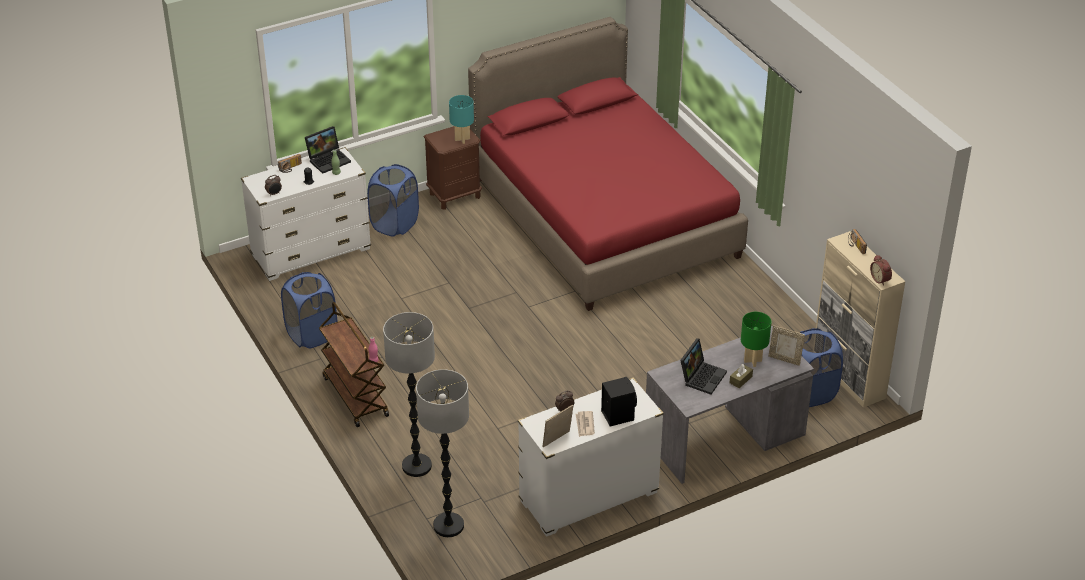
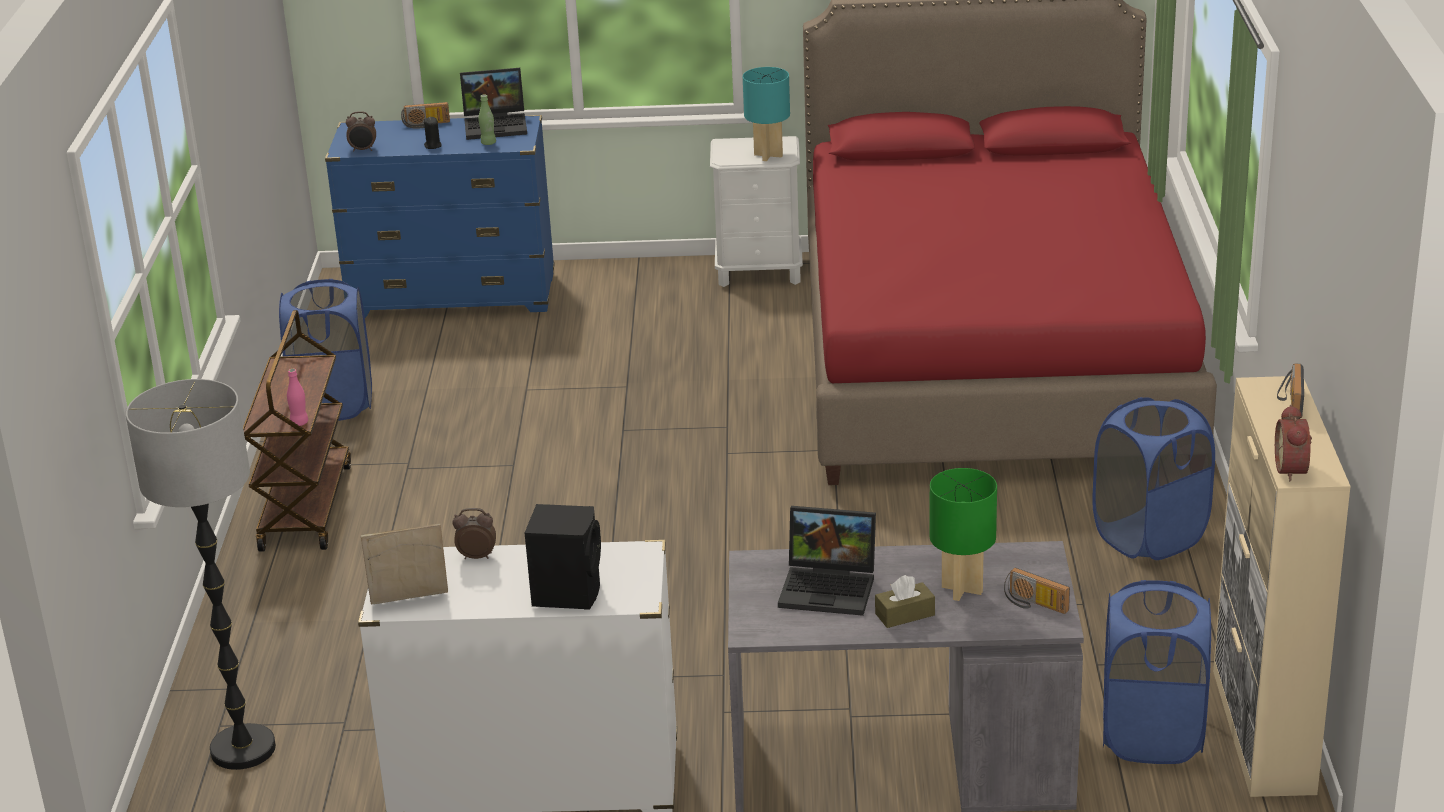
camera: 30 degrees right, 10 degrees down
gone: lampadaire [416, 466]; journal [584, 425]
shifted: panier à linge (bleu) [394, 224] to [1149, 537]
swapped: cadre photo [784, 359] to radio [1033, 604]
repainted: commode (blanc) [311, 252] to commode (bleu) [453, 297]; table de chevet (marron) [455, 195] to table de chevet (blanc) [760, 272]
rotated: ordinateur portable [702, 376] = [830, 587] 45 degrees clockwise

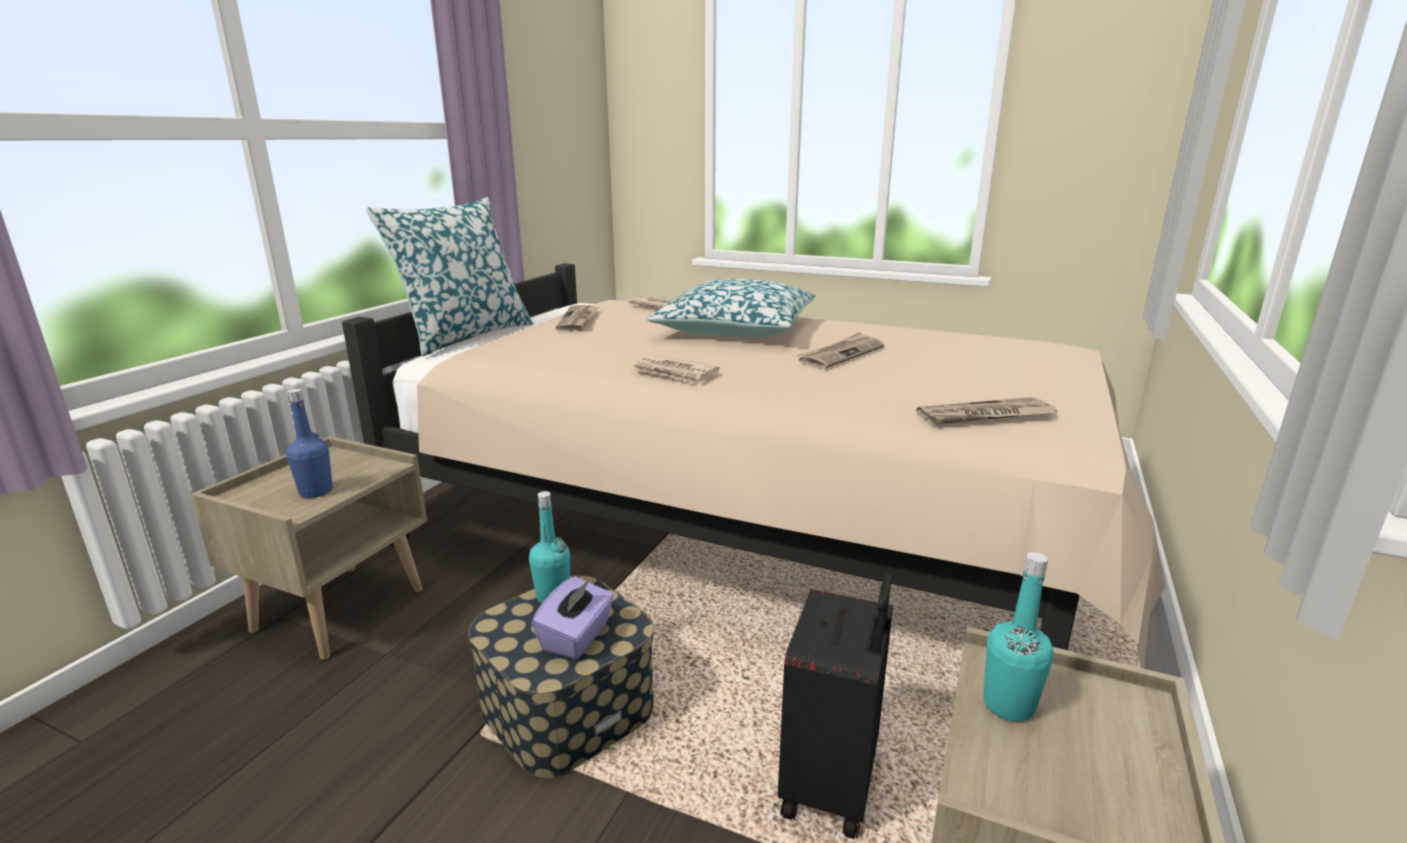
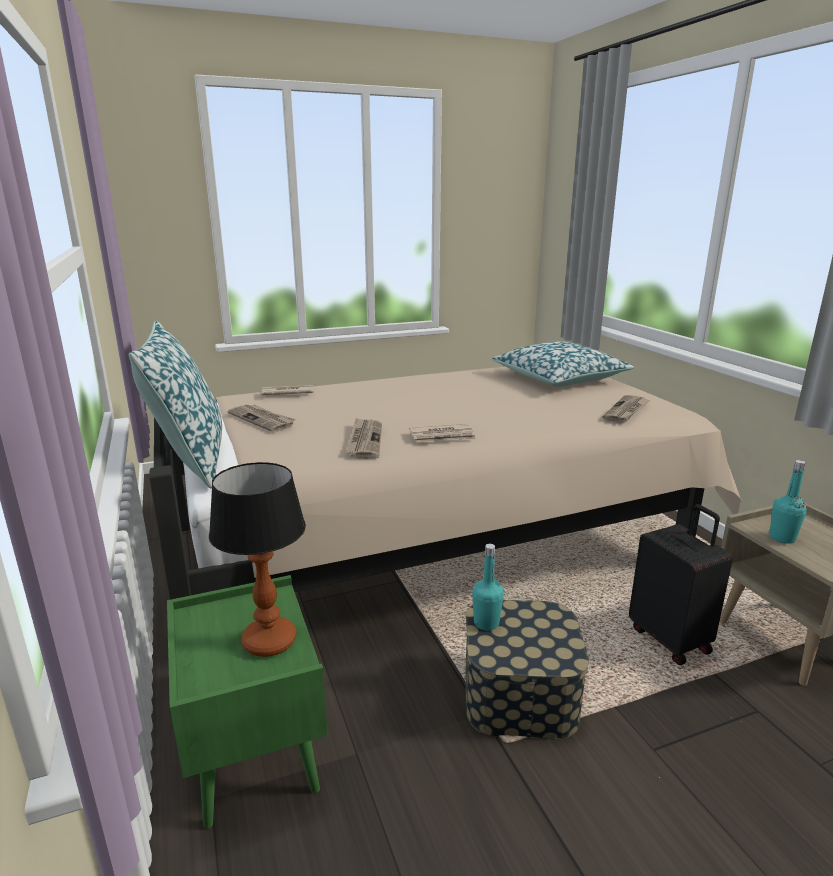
camera: 45 degrees left, 0 degrees up
gone: boîte à mouchoirs (violet) [577, 637]
shifted: journal [841, 354] to [364, 440]; coussin [735, 328] to [559, 378]
swapped: bouteille (bleu) [316, 491] to lampe de table [268, 642]
repainted: table de chevet (beige) [339, 608] to table de chevet (vert) [253, 756]

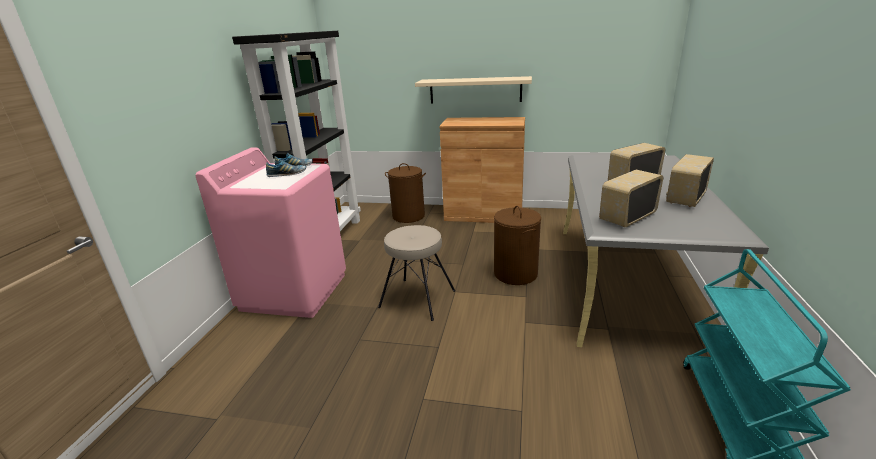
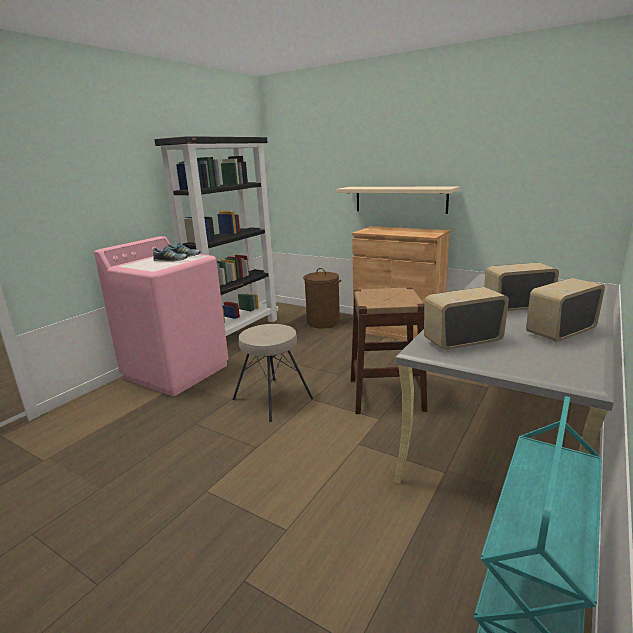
camera: 20 degrees right, 5 degrees down
swapped: panier à linge (marron) [515, 273] to tabouret (marron) [385, 394]

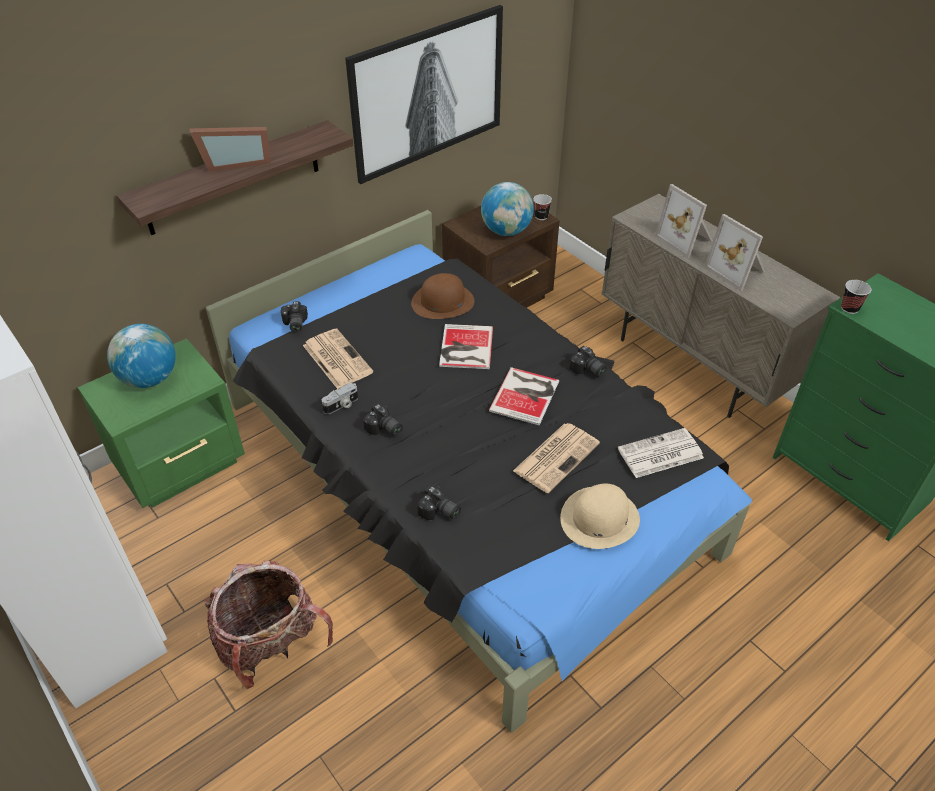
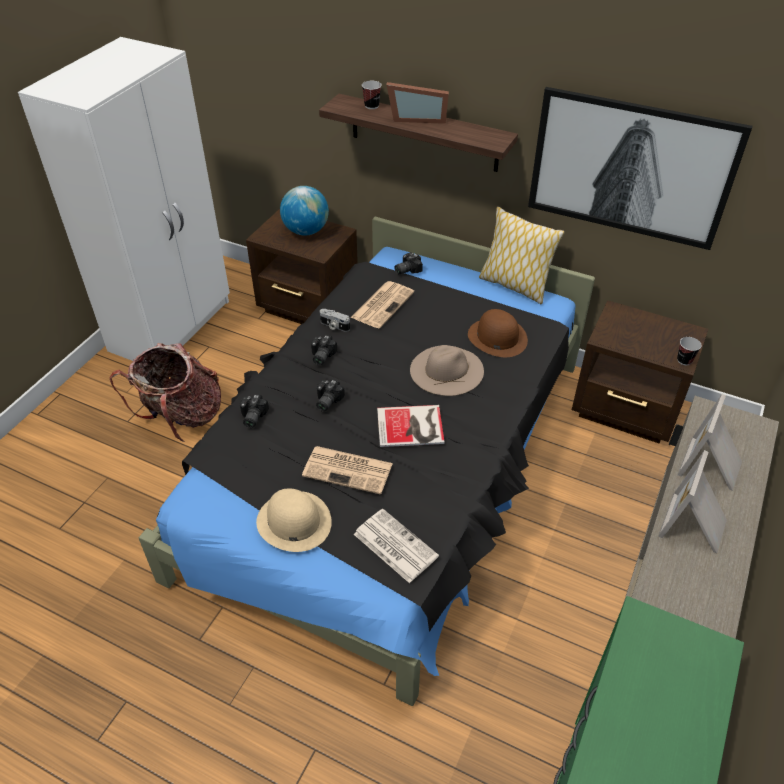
camera: 65 degrees right, 0 degrees up
gone: globe [506, 231]
new: coussin [514, 285]
shifted: appareil photo [587, 370] to [326, 401]; tasse [849, 308] to [372, 106]
swapped: livre [465, 348] to chapeau (beige) [446, 370]
repainted: table de chevet (vert) [183, 464] to table de chevet (marron) [309, 308]
rotated: cadre photo [235, 163] = [417, 118] 45 degrees counterclockwise

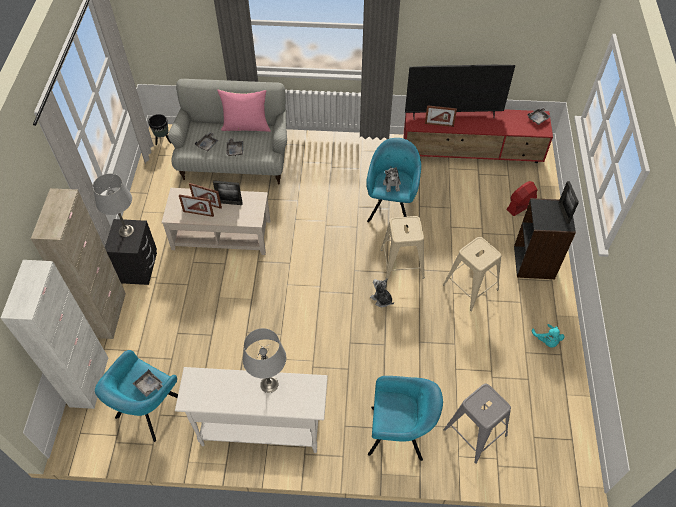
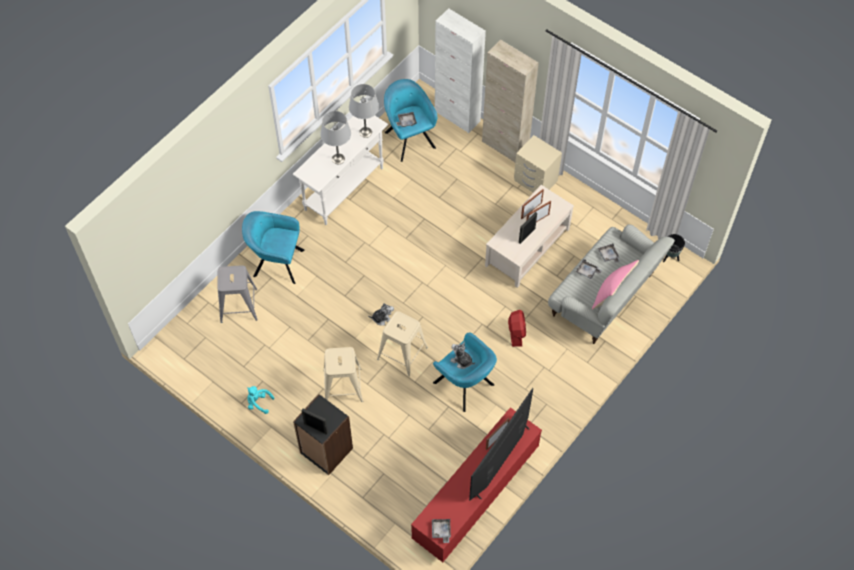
camera: 125 degrees right, 5 degrees up
shifted: lampe de table (gris) [126, 231] to [365, 132]; ventilateur (rouge) [520, 206] to [516, 332]
repainted: table de chevet (noir) [138, 268] to table de chevet (beige) [535, 181]
rotated: fauteuil (turquoise) [399, 433] = [276, 262] 60 degrees clockwise

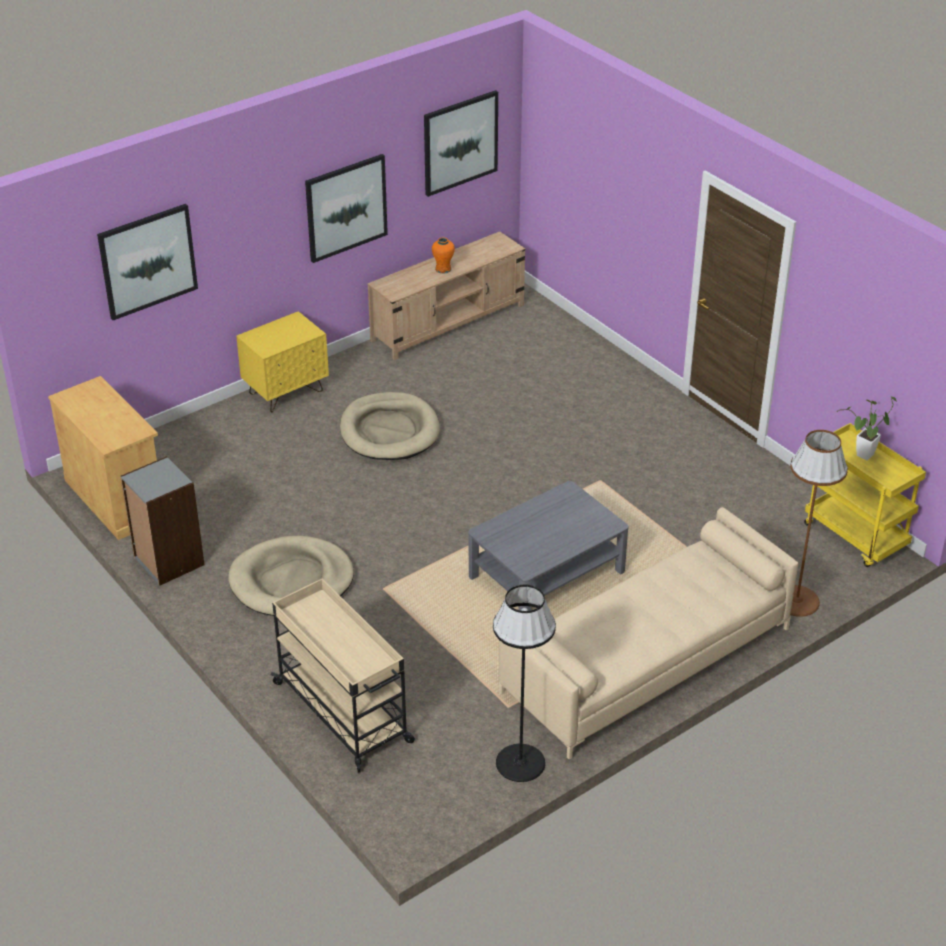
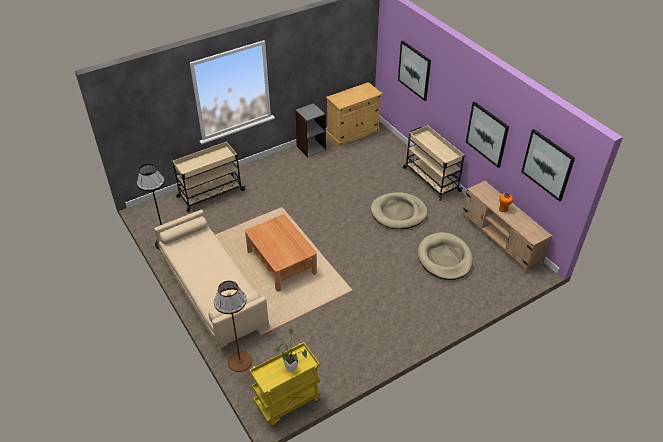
camera: 95 degrees right, 5 degrees up
shifted: panier pour chien (beige) [291, 581] to [444, 258]
swapped: table de chevet (jaune) [286, 392] to chariot (beige) [430, 179]
repainted: table basse (gris) [546, 574] to table basse (marron) [281, 262]

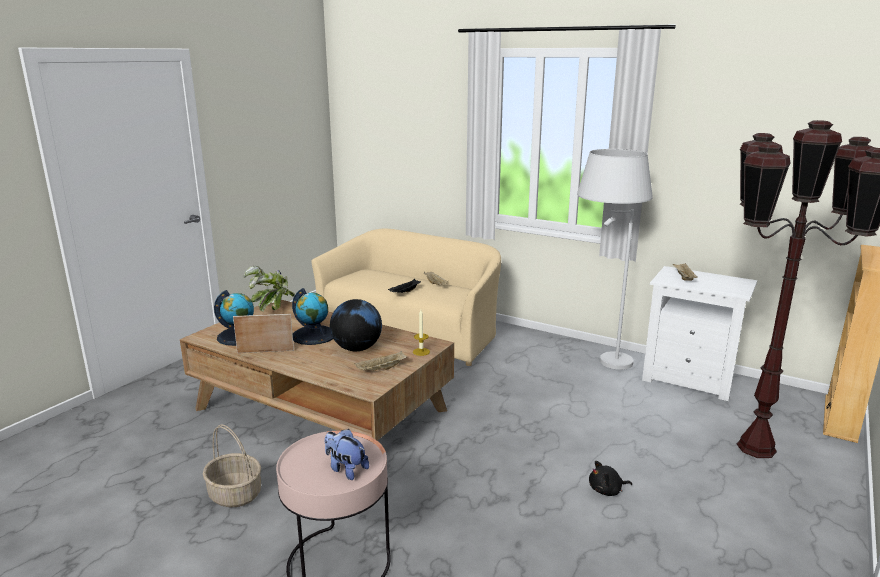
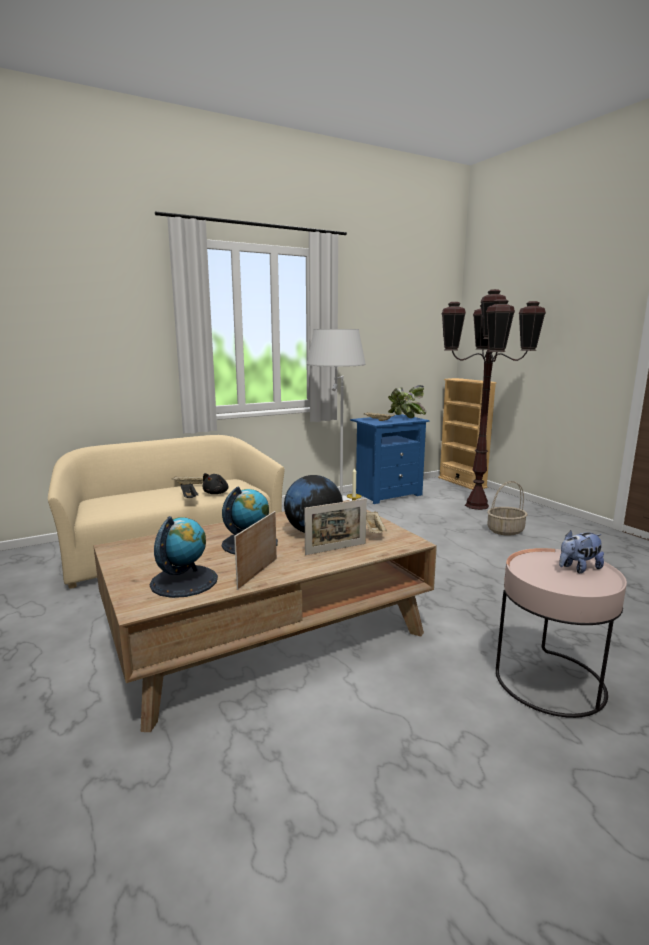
camera: 60 degrees left, 5 degrees down
new: cadre photo [336, 549]
shifted: peluche (noir) [607, 490] to [216, 493]; plante en pot [272, 307] to [405, 418]; panier [236, 494] to [505, 530]
repainted: table de chevet (blanc) [690, 379] to table de chevet (bleu) [387, 494]

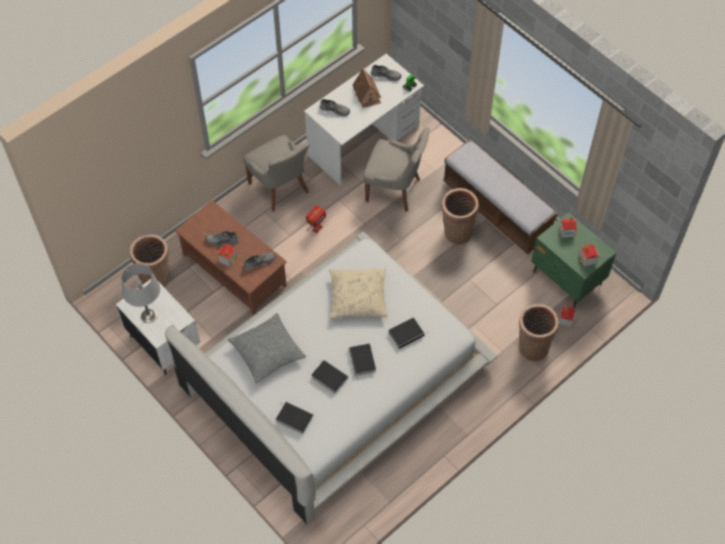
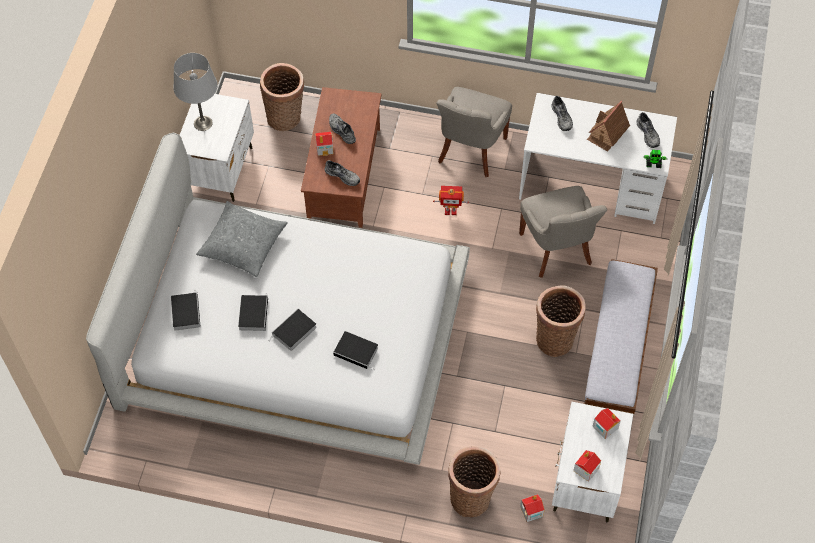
camera: 55 degrees right, 0 degrees up
gone: coussin (beige) [358, 297]
repainted: table de chevet (vert) [567, 279] to table de chevet (blanc) [585, 482]

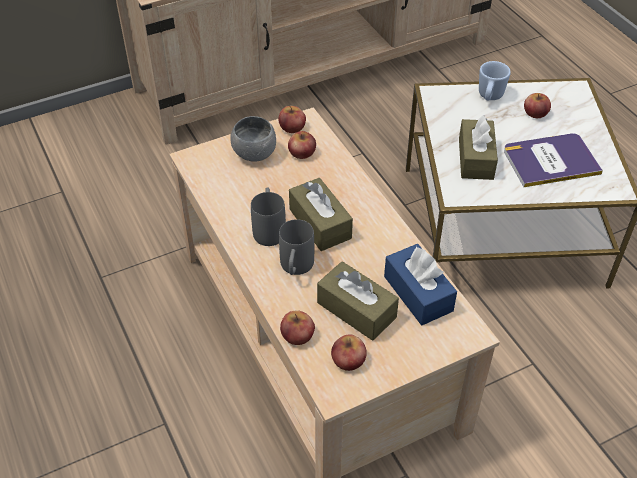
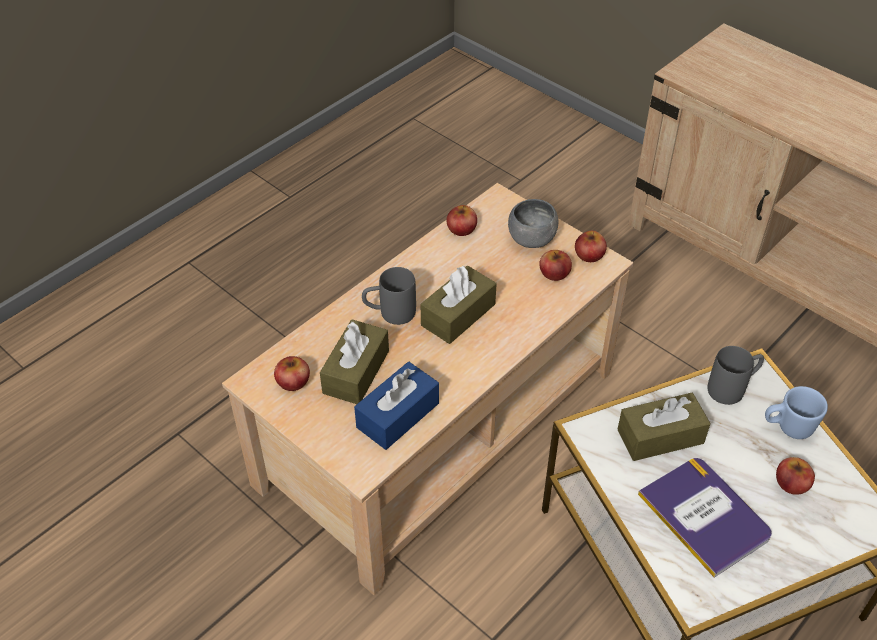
camera: 70 degrees right, 0 degrees up
shifted: pomme [297, 335] to [461, 229]; mug (gris) [269, 228] to [733, 388]

